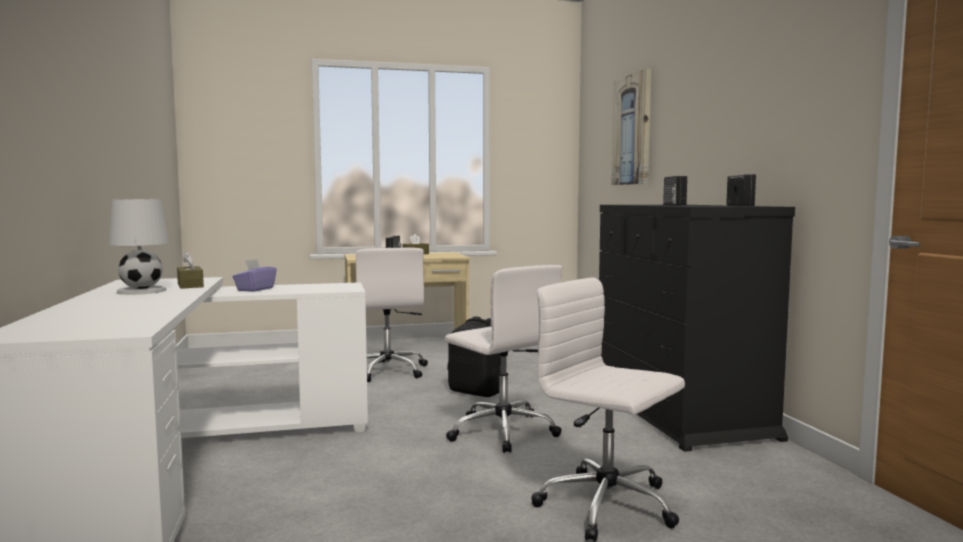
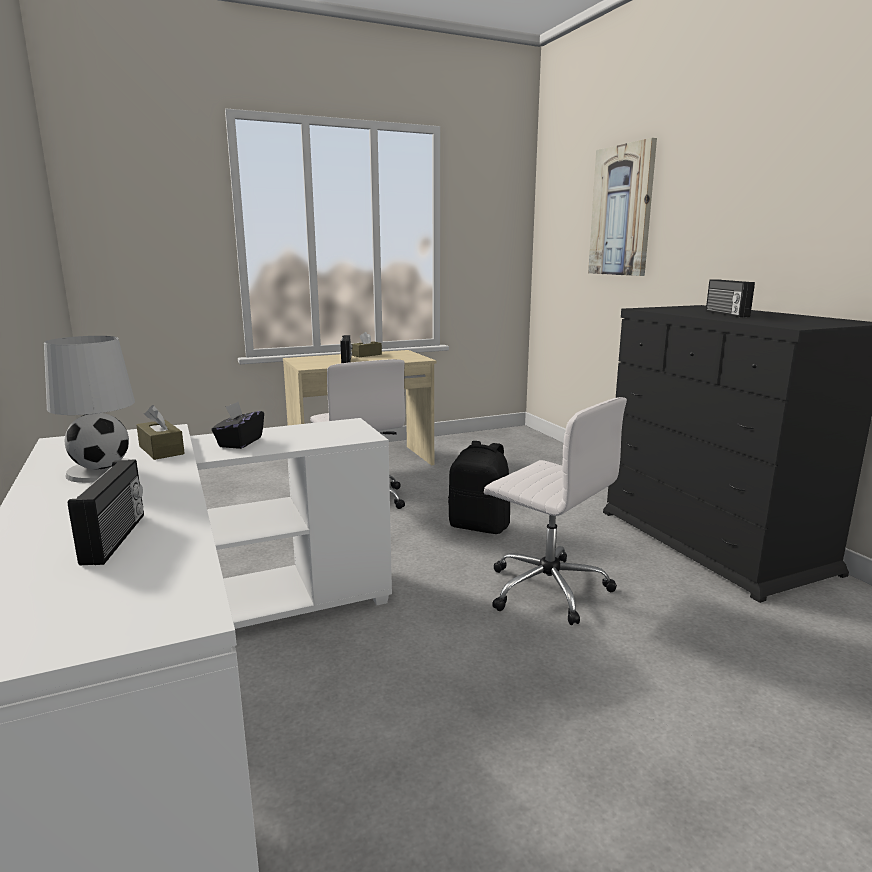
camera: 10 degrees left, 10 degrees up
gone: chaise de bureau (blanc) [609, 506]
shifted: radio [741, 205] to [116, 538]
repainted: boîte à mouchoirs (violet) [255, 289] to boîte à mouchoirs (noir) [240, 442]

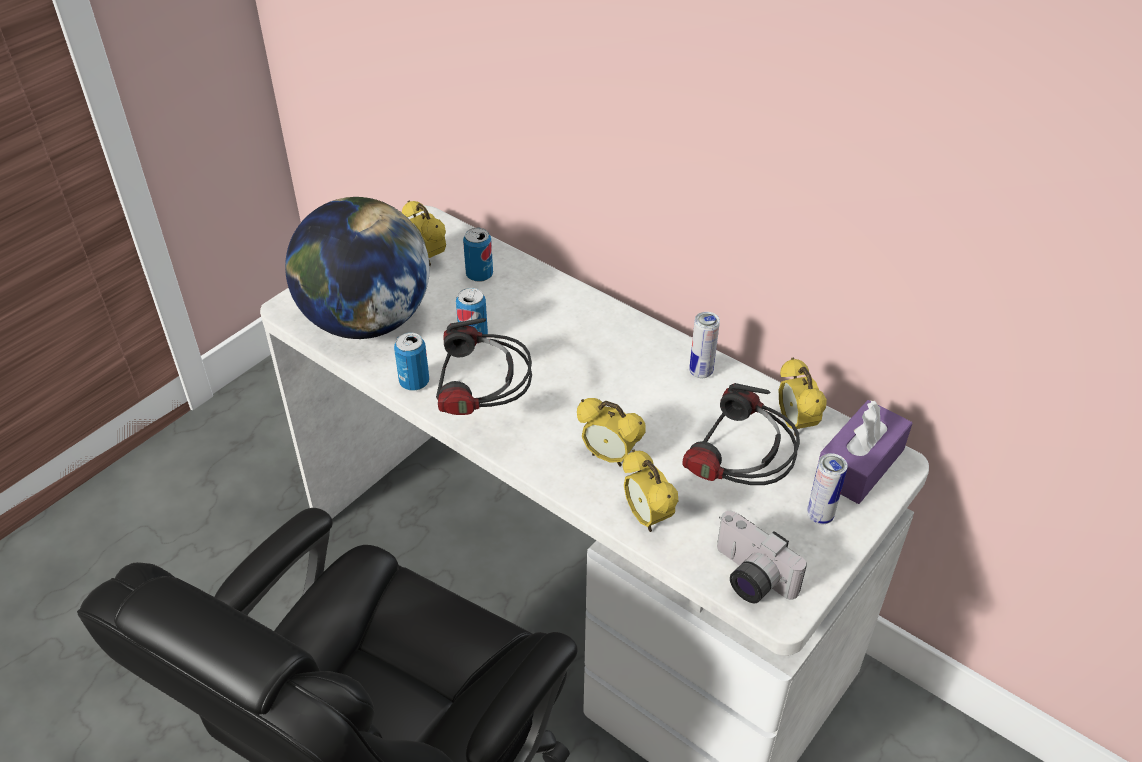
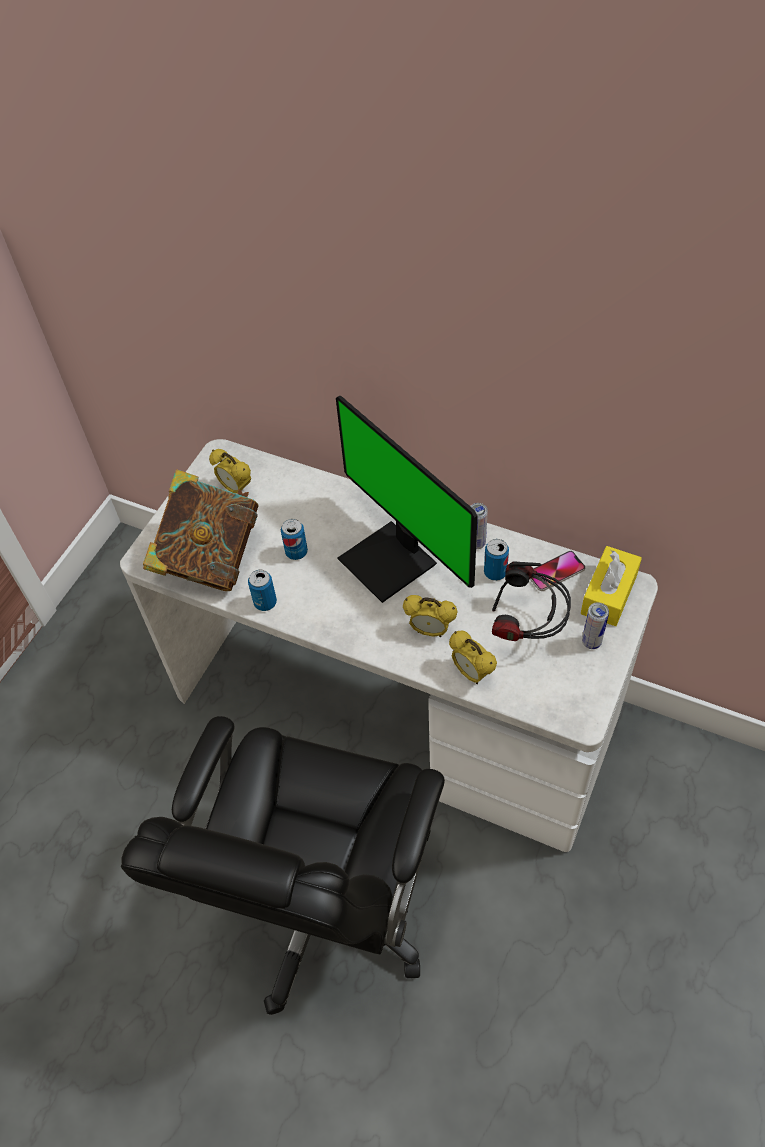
camera: 10 degrees left, 10 degrees up
gone: casque audio [484, 411]; appareil photo [748, 578]
new: écran d'ordinateur [391, 561]
shifted: boîte métallique [479, 275] to [495, 572]
swapped: globe [366, 321] to livre [209, 558]; réveil [795, 424] to téléphone [556, 572]
repainted: boîte à mouchoirs (violet) [859, 464] to boîte à mouchoirs (jaune) [609, 594]

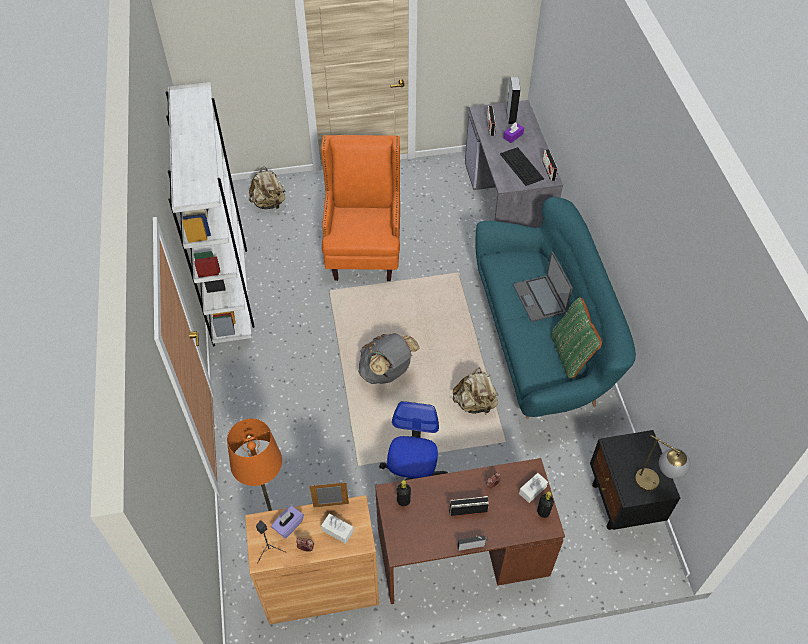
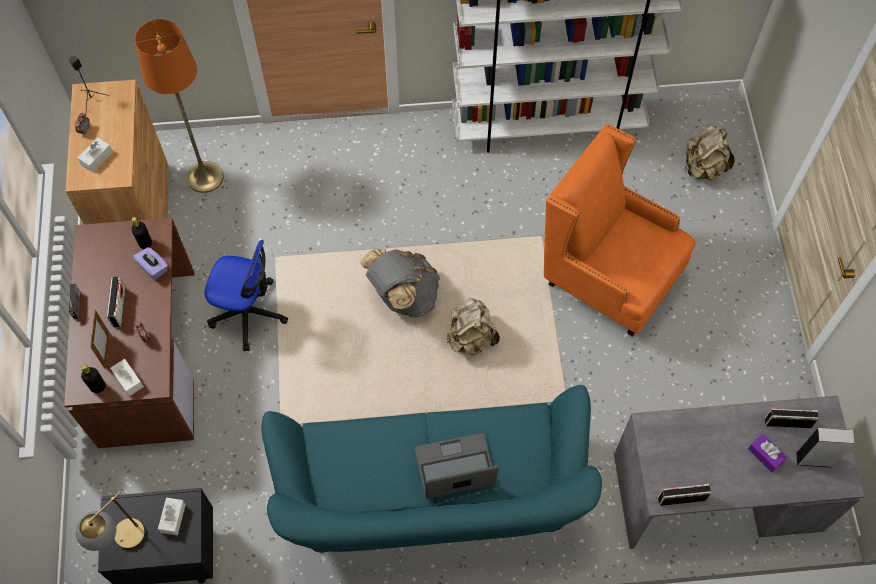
camera: 95 degrees right, 10 degrees up
gone: clavier [522, 166]; coussin (vert) [571, 354]
new: boîte à mouchoirs (blanc) [173, 518]
shifted: cadre photo [331, 505] to [106, 350]; boîte à mouchoirs (violet) [288, 525] to [153, 267]; sac à dos (beige) [475, 403] to [471, 338]
rotated: fauteuil (orange) [364, 252] = [608, 280] 150 degrees counterclockwise

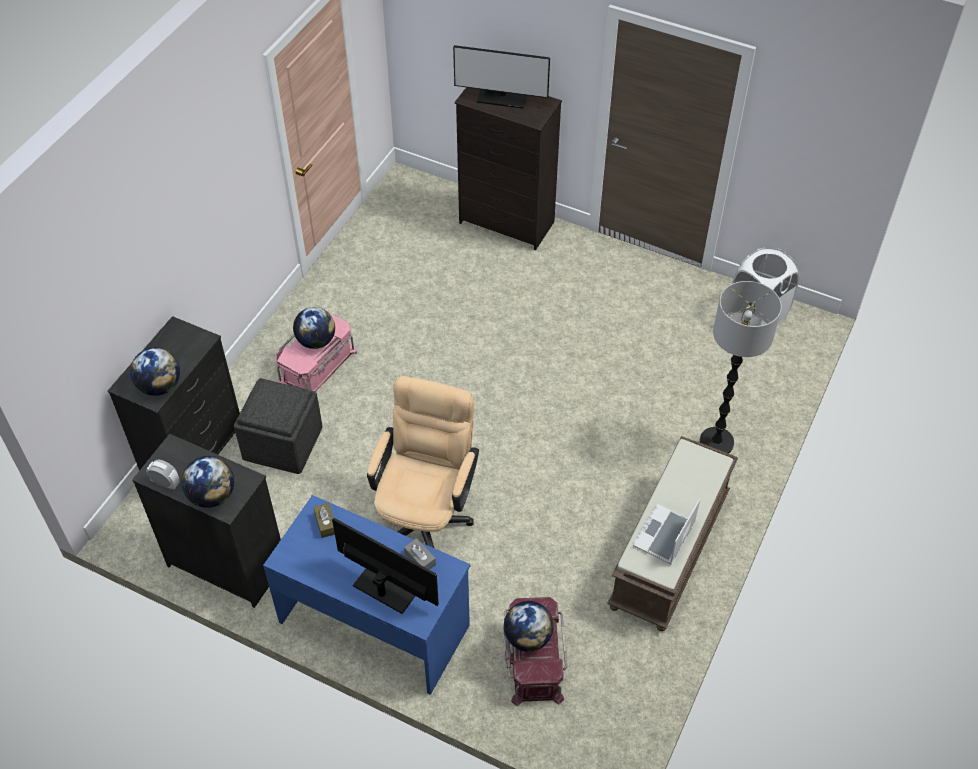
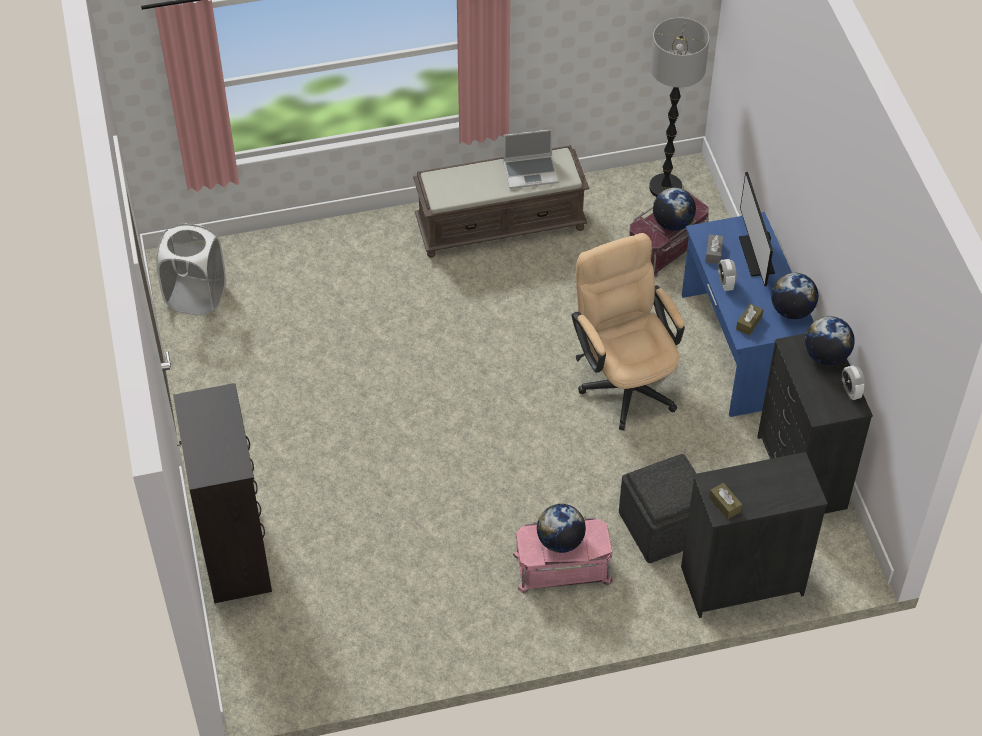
camera: 130 degrees left, 0 degrees up
gone: écran d'ordinateur [502, 98]
new: boîte à mouchoirs (marron) [724, 504]; réveil [725, 283]
shifted: lampadaire [716, 442] to [665, 187]; globe [160, 386] to [791, 311]
rotated: chaise de bureau (beige) [426, 516] = [624, 380] 90 degrees clockwise

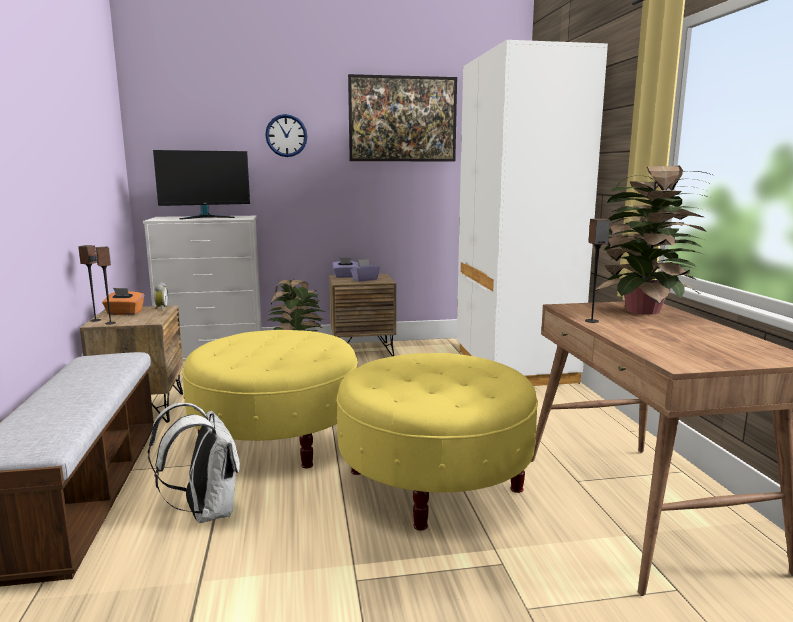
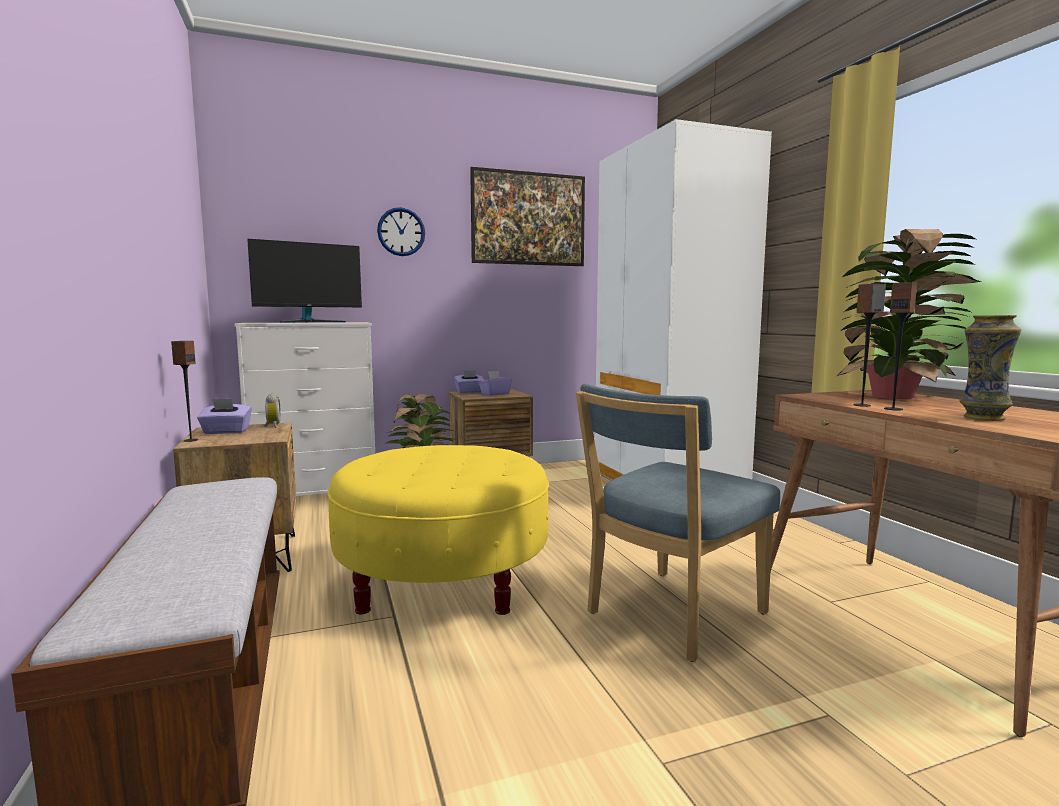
camera: 10 degrees left, 5 degrees down
gone: sac à dos (blanc) [205, 512]
new: vase [982, 418]
shifted: enceinte [110, 323] to [893, 409]
swapped: pouf (jaune) [434, 480] to chaise (bleu) [670, 616]
repainted: boîte à mouchoirs (orange) [124, 313] to boîte à mouchoirs (violet) [226, 432]

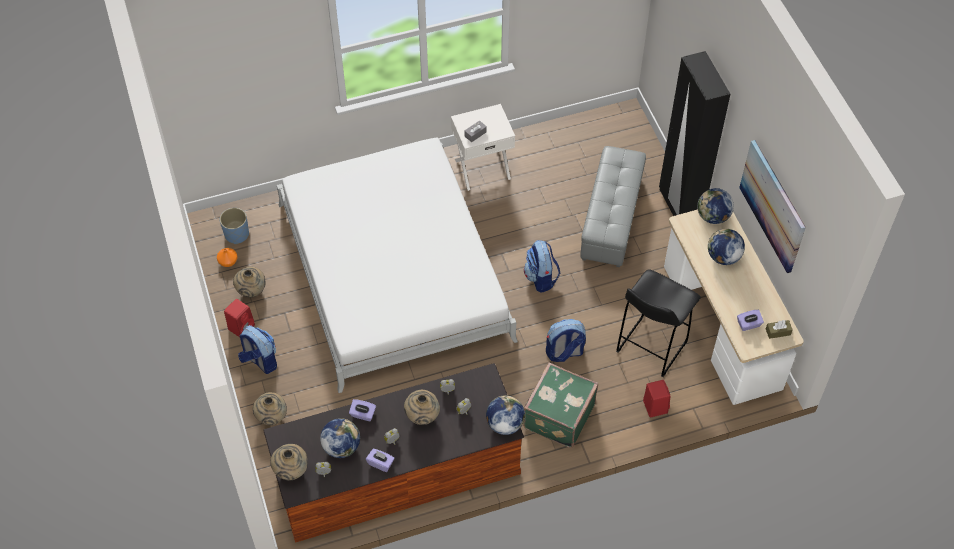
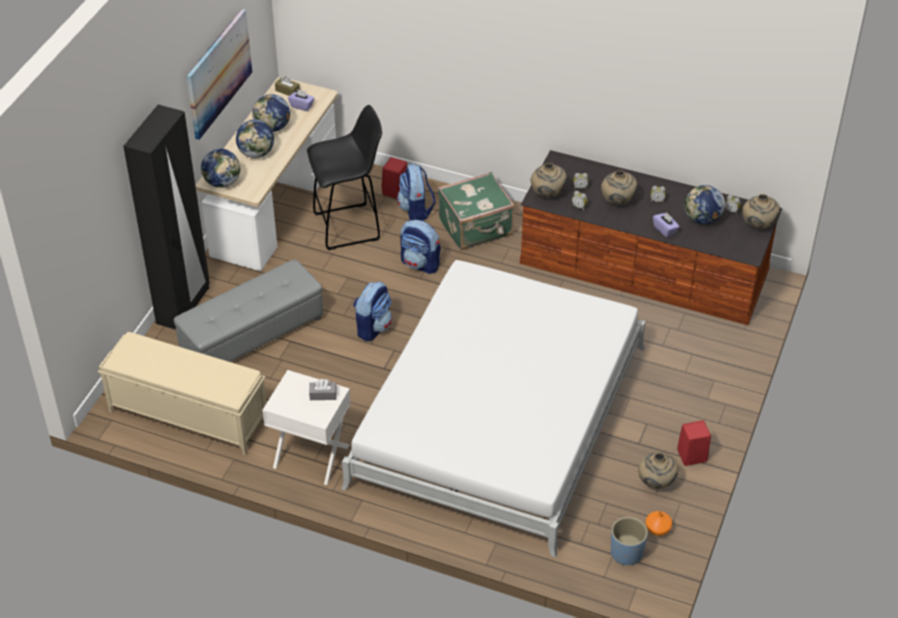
camera: 140 degrees left, 10 degrees down
gone: boîte à mouchoirs (violet) [380, 463]
new: banc (beige) [187, 414]
shifted: globe [504, 424] to [272, 127]; sac à dos [260, 361] to [416, 210]; vase (beige) [272, 417] to [547, 195]

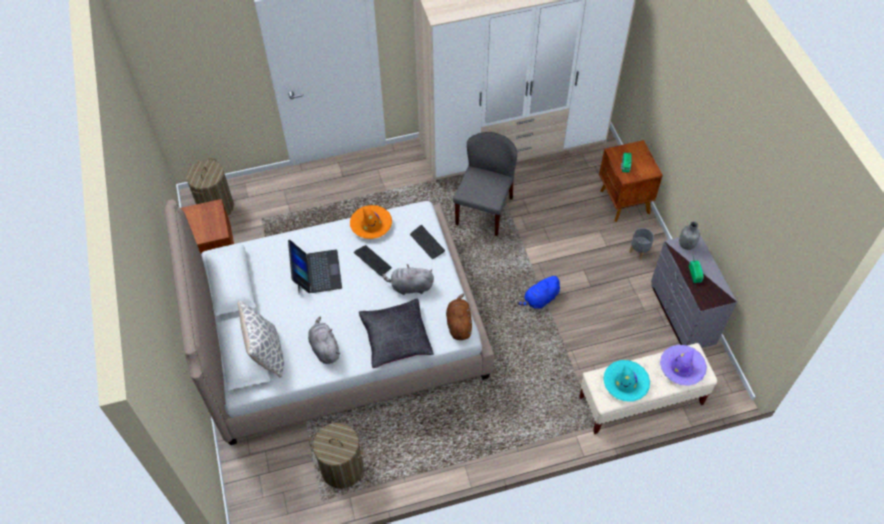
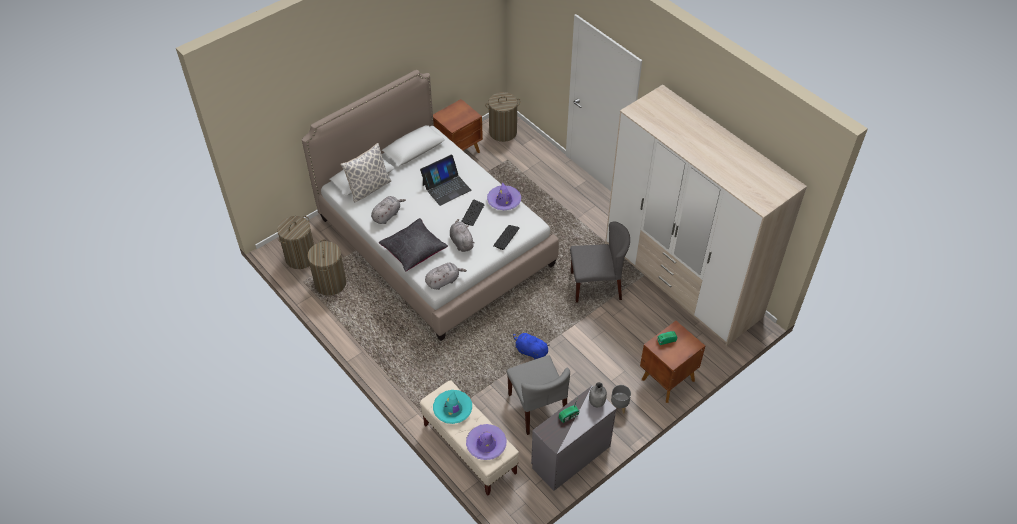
camera: 65 degrees right, 5 degrees down
new: panier à linge [301, 257]; chaise (gris) [537, 407]
repainted: peluche (marron) [459, 324] to peluche (gris) [443, 281]; chapeau (orange) [371, 225] to chapeau (violet) [504, 201]

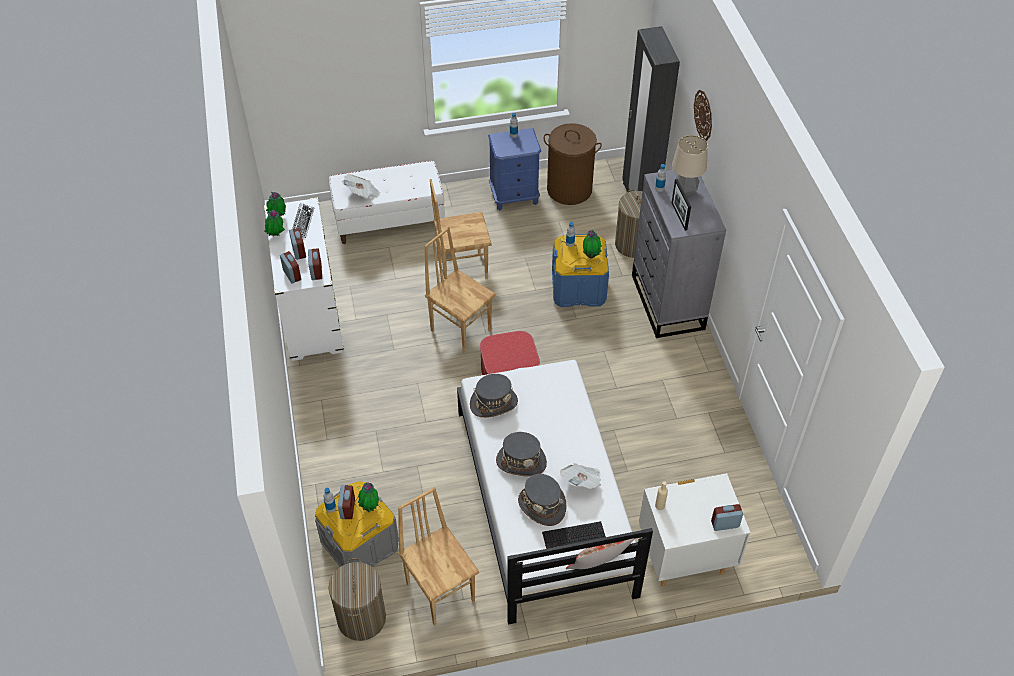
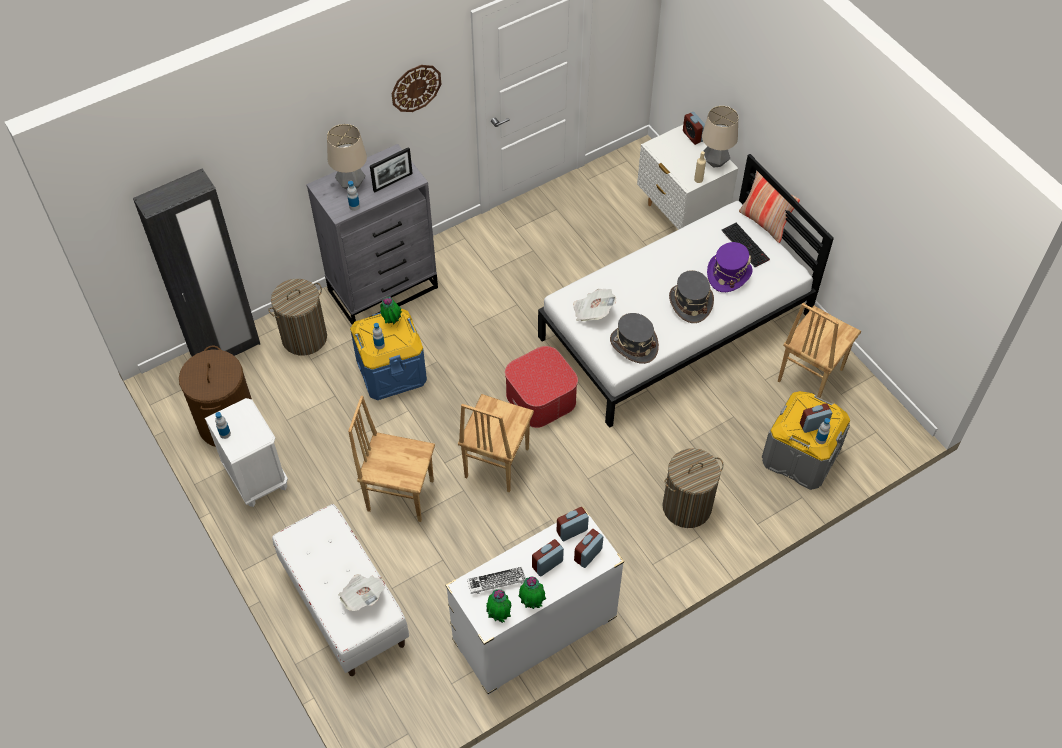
camera: 110 degrees left, 5 degrees up
gone: plante en pot [370, 507]
new: lampe de table [715, 162]
shifted: horloge murale [703, 115] to [416, 88]; journal [582, 481] to [592, 311]; panier à linge [361, 618] to [686, 506]
repainted: table de chevet (bleu) [514, 196] to table de chevet (blanc) [257, 478]; chapeau (gris) [542, 505] to chapeau (violet) [728, 274]
rotated: chaise (marron) [462, 268] = [400, 494] 135 degrees clockwise

